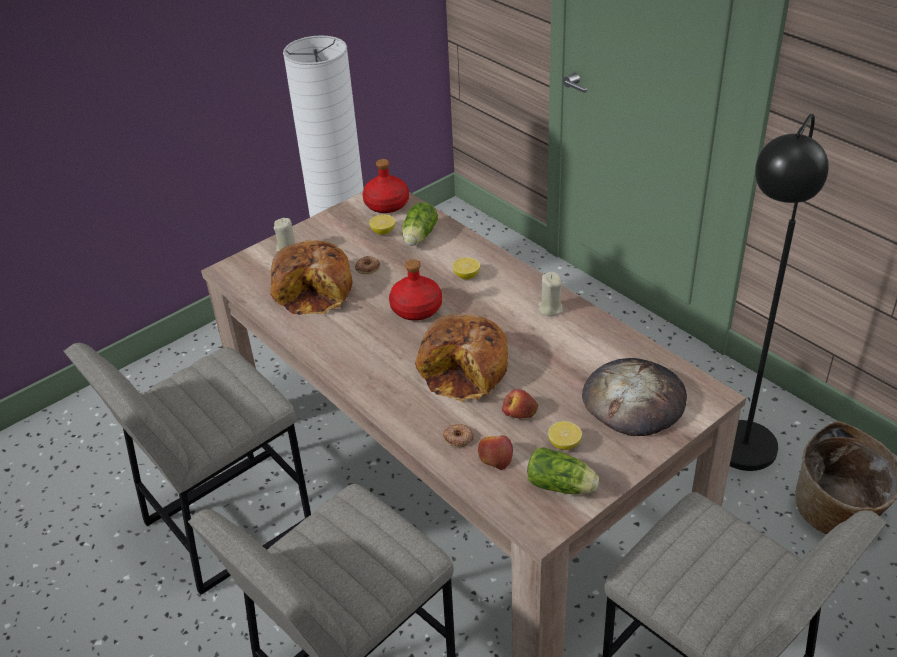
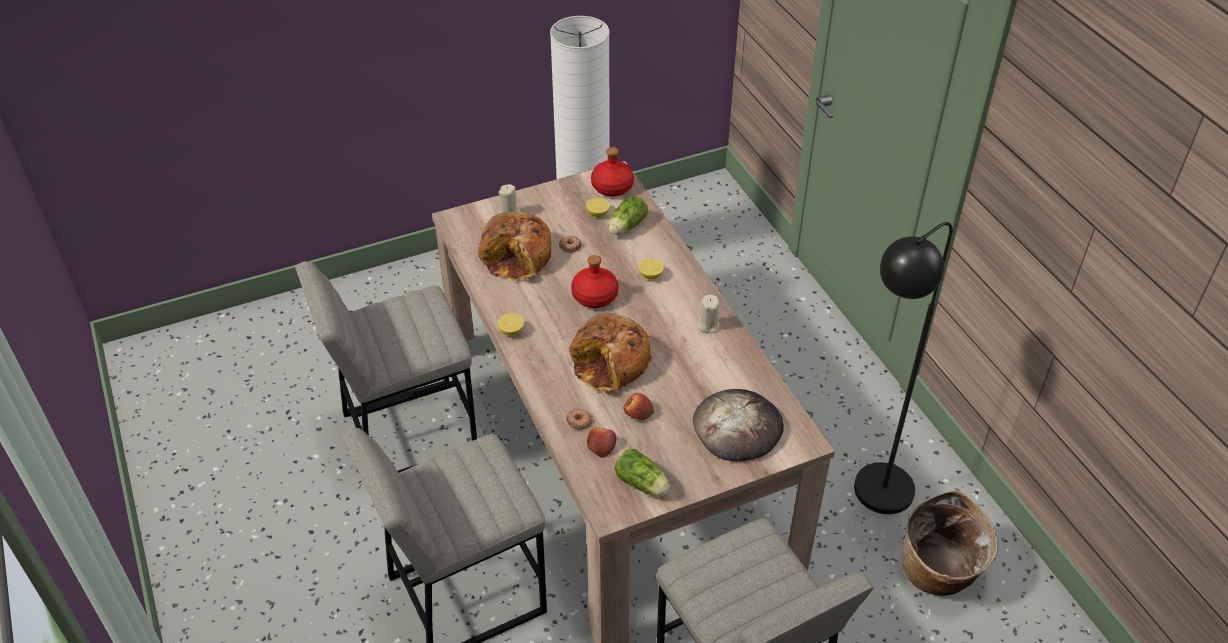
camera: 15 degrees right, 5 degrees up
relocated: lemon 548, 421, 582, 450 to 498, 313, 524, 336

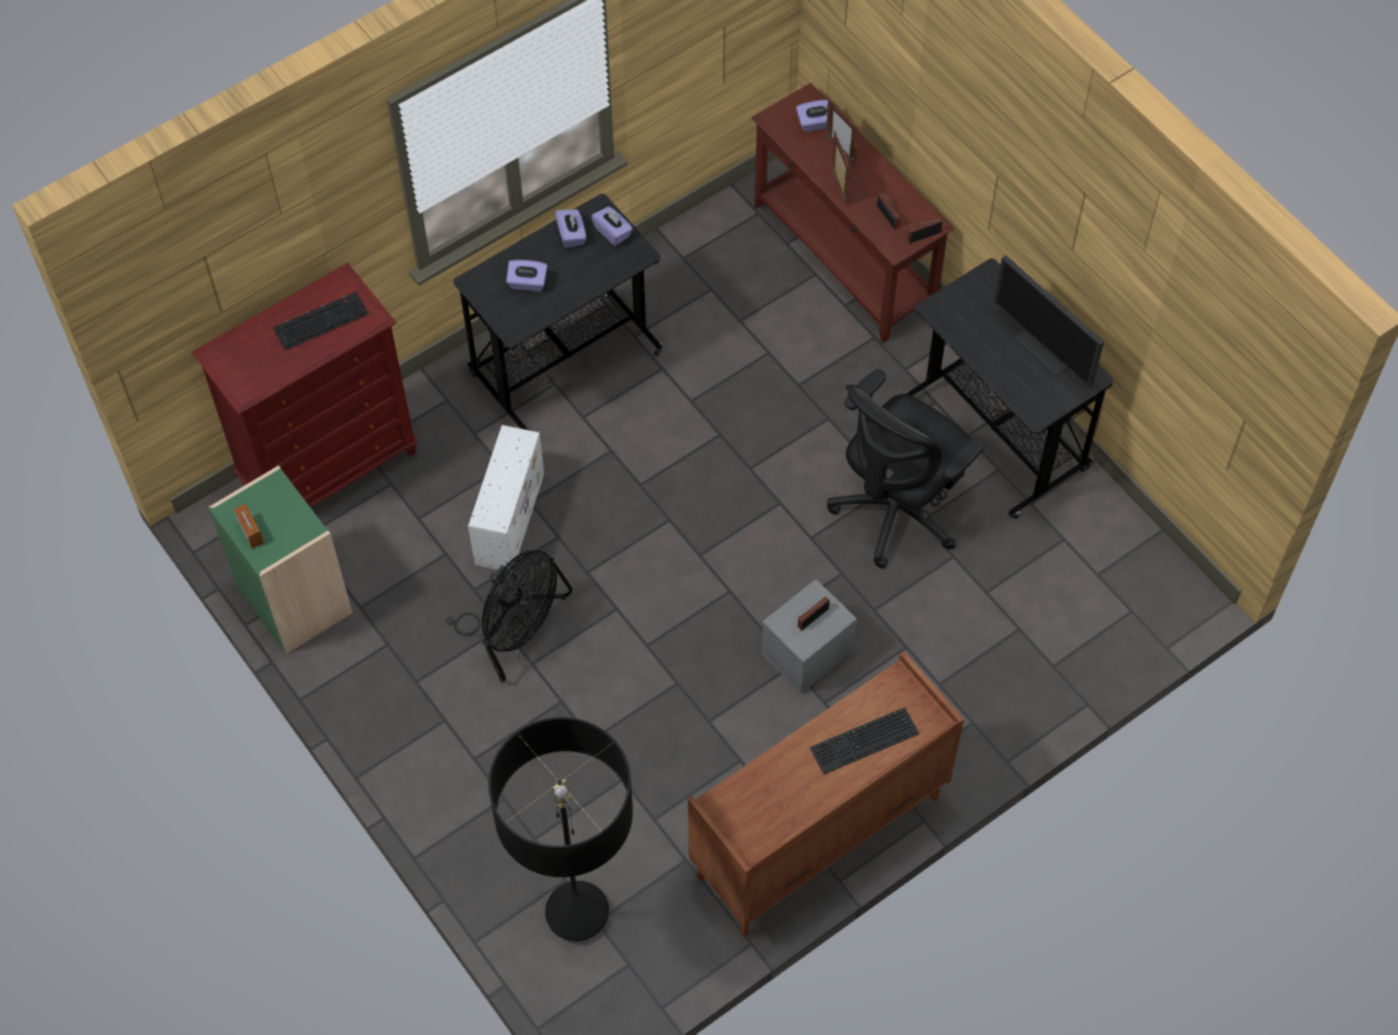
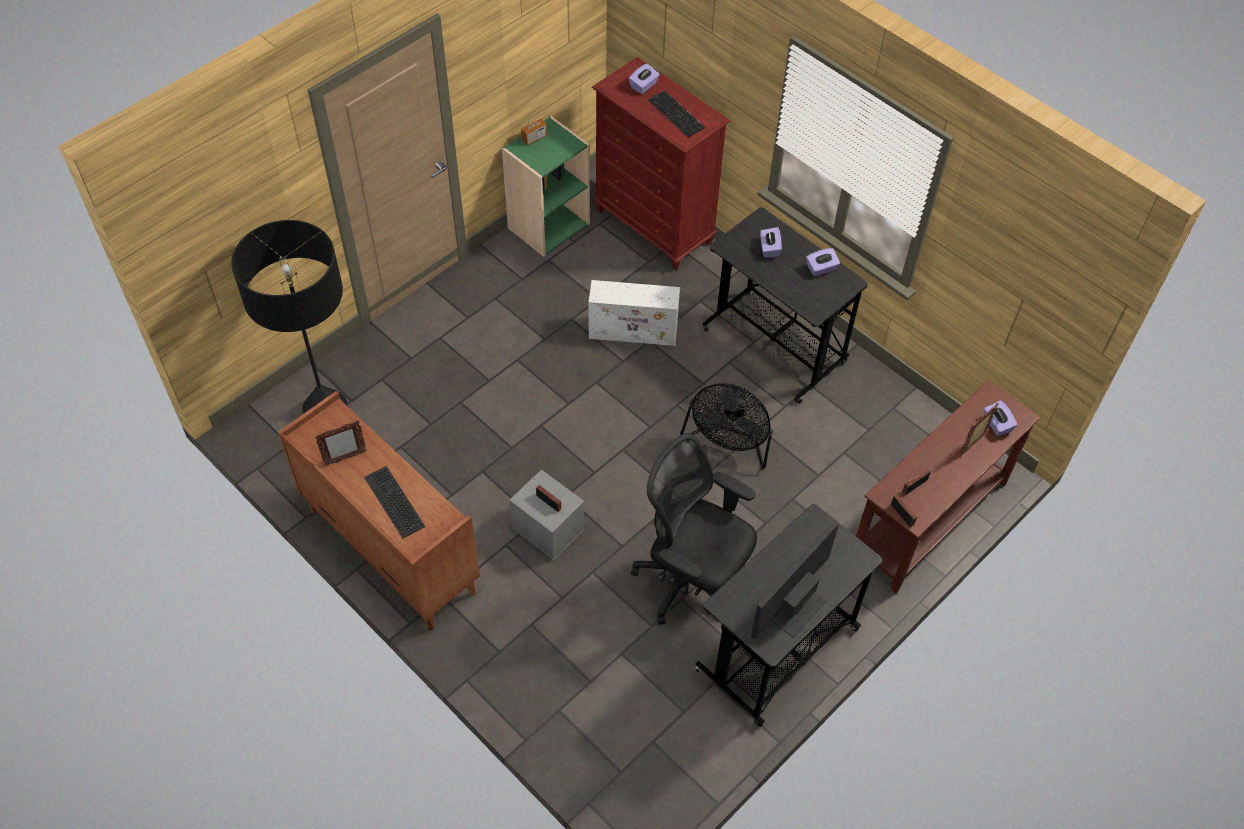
camera: 80 degrees right, 5 degrees down
relocated: photo frame 831, 131, 851, 205 to 315, 420, 367, 466; purple tissue box 591, 206, 633, 246 to 629, 64, 660, 94; black fan 446, 550, 572, 682 to 680, 383, 774, 469

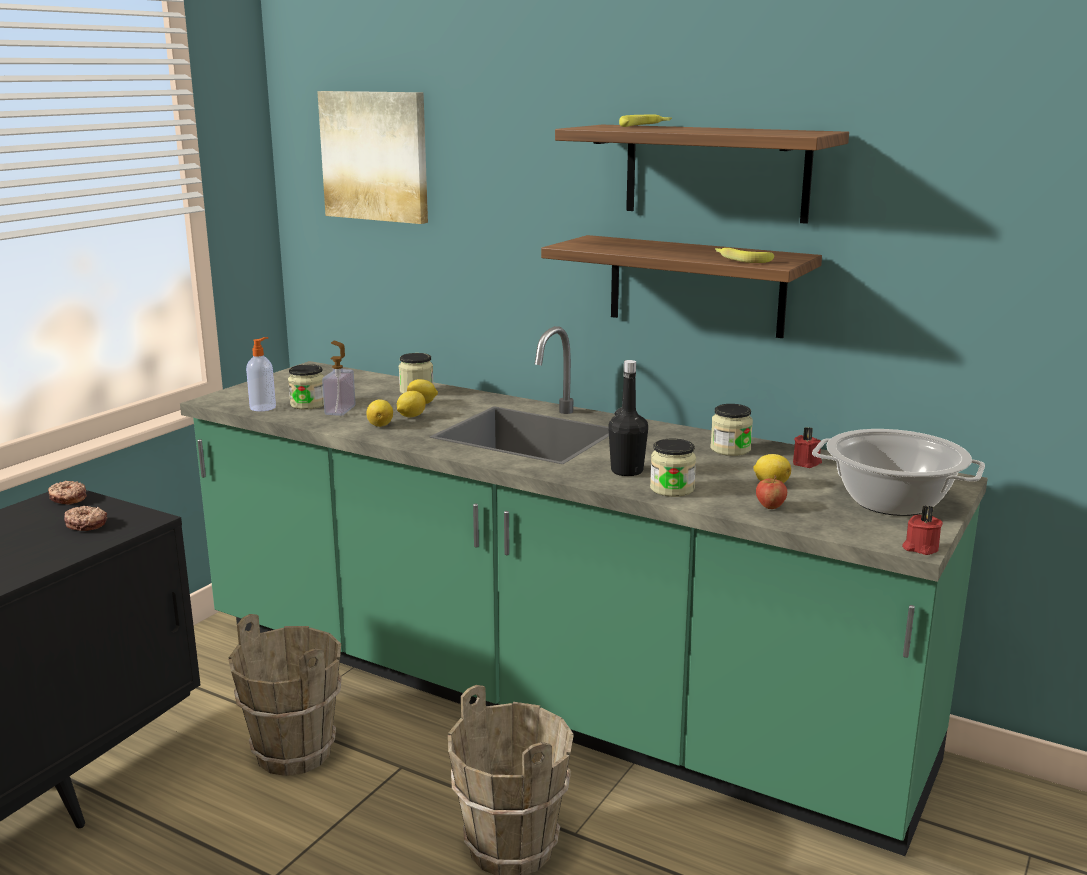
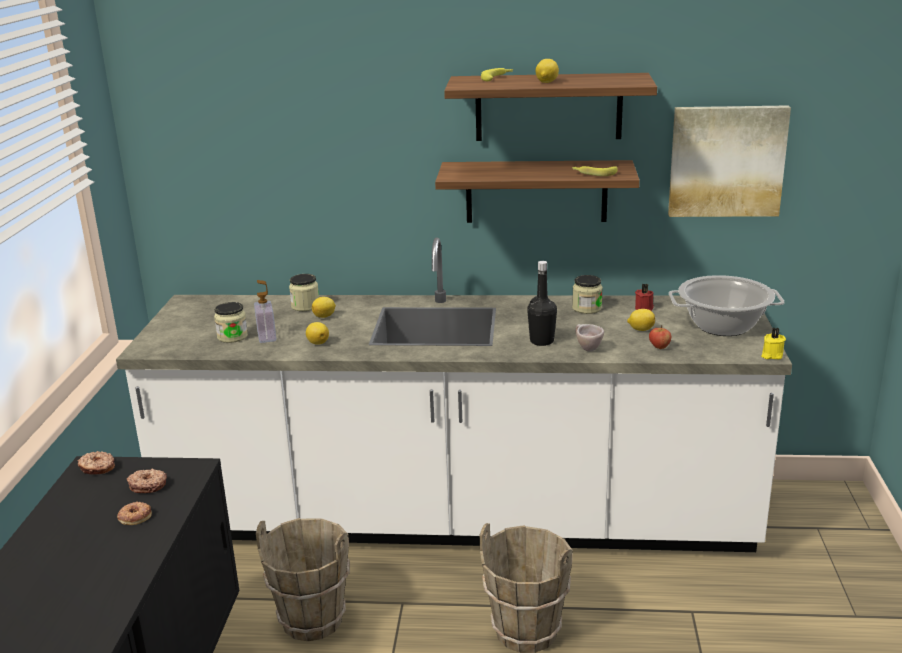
camera: 25 degrees left, 5 degrees up
missing: soap dispenser 246, 337, 276, 411
appeared: doughnut 117, 501, 152, 525
relocated: picture 317, 91, 428, 224 to 668, 105, 791, 217; lemon 397, 391, 426, 417 to 535, 59, 559, 83
exchanged: jar 650, 439, 696, 497 to beige drinking cup 575, 324, 604, 352
colour: green counter 180, 326, 988, 856 to whitish counter 116, 237, 792, 552; red wax candle 902, 505, 943, 555 to yellow-coloured wax candle 761, 328, 786, 359

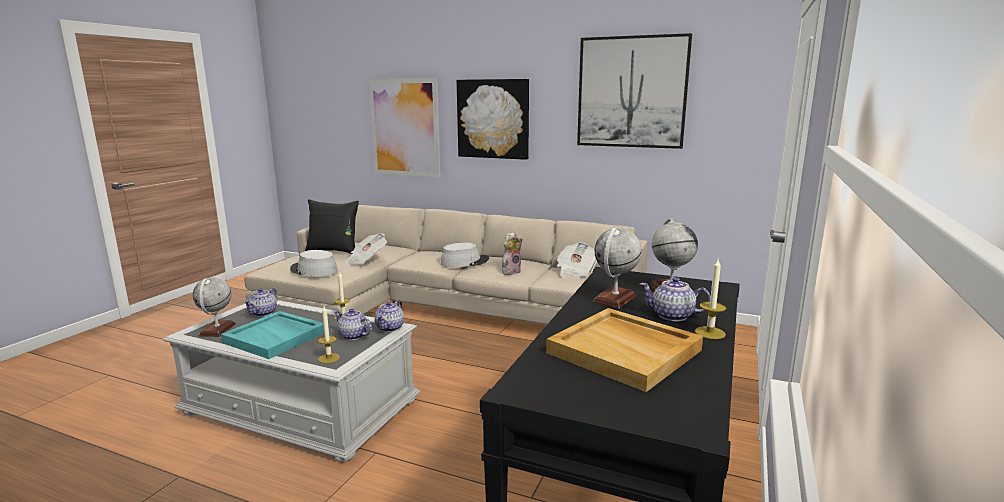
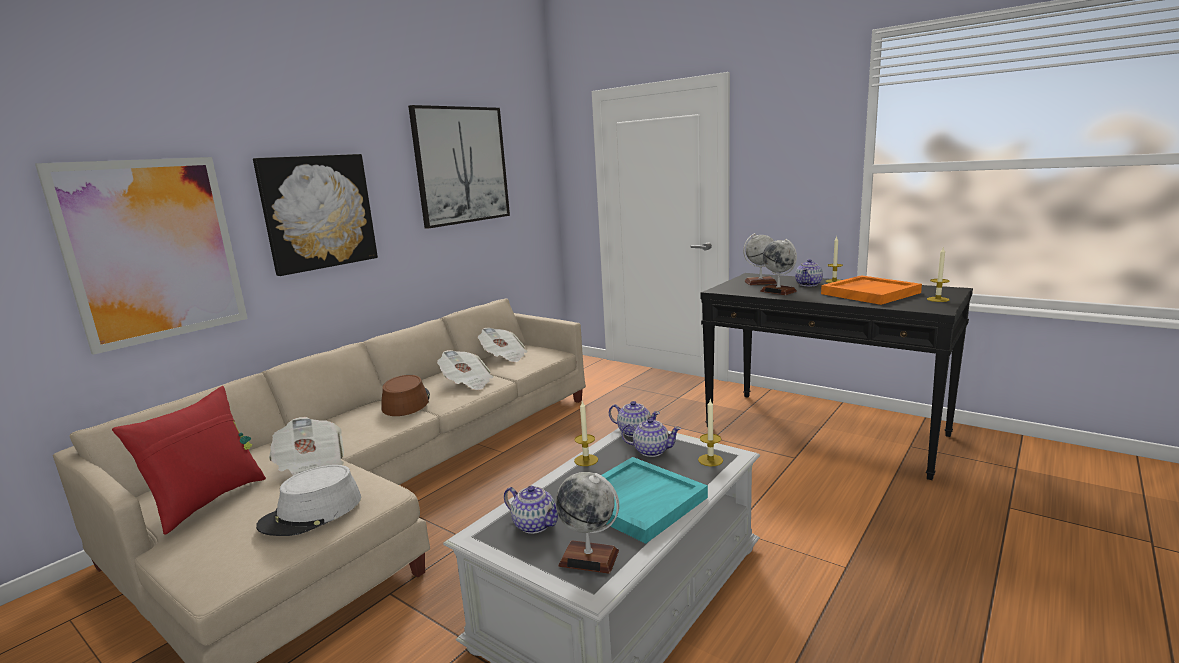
camera: 75 degrees left, 0 degrees up
appeared: wax candle 927, 247, 950, 302
exchanged: cuddly toy 502, 232, 522, 275 to newspaper 437, 350, 494, 390
colour: black throw pillow 305, 199, 359, 254 to red throw pillow 112, 386, 266, 535; greyish hat 441, 243, 489, 267 to brown hat 381, 375, 430, 416; beige serving tray 546, 308, 703, 392 to orange serving tray 821, 275, 922, 305
spun: tea pot 334, 309, 372, 340 = 621, 418, 681, 457 120 degrees counterclockwise

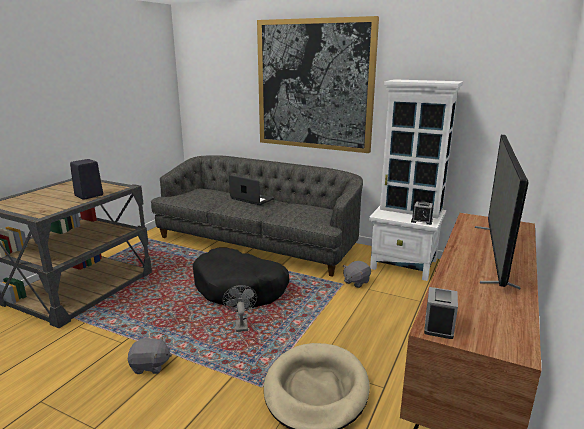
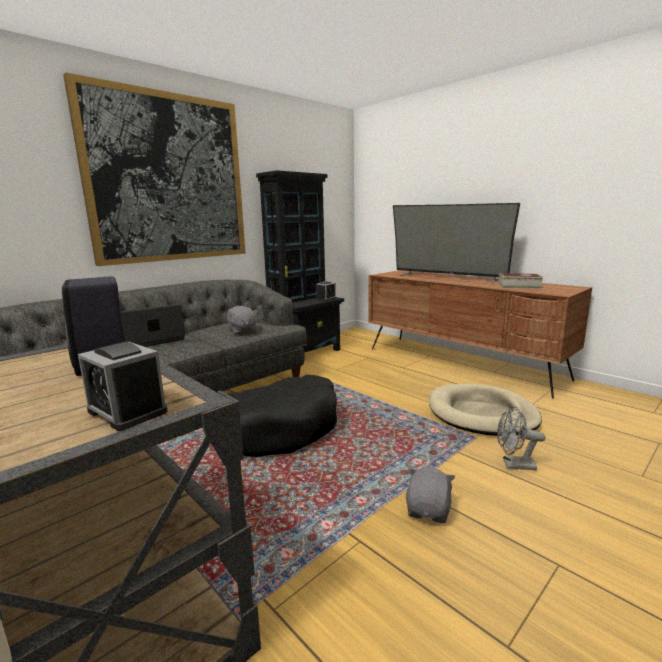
camera: 70 degrees left, 5 degrees down
appeared: book 498, 273, 544, 289
relocated: greyish cuddly toy 343, 261, 371, 288 to 227, 306, 258, 335; greyish fan 223, 285, 257, 332 to 497, 406, 546, 470; alarm clock 424, 287, 458, 339 to 78, 342, 168, 431
colour: whitish storage cabinet 369, 79, 463, 281 to black storage cabinet 256, 170, 344, 353

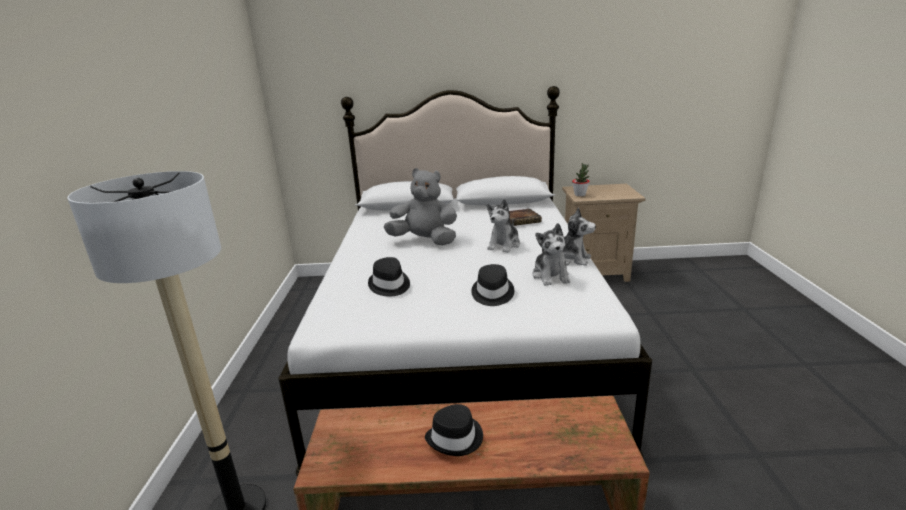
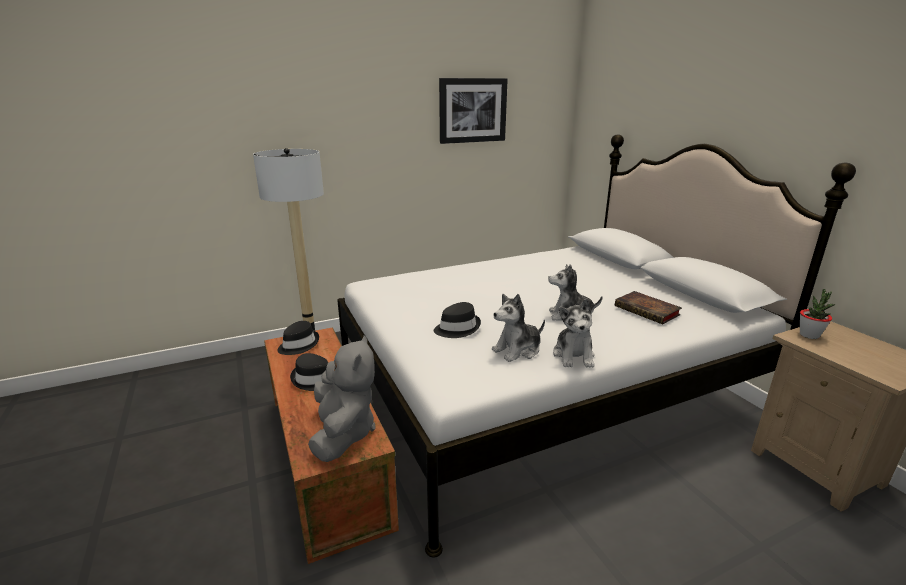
camera: 65 degrees right, 0 degrees up
appeared: picture 439, 78, 508, 144
relocated: greyish cuddly toy 384, 168, 457, 245 to 308, 335, 376, 462; black hat 368, 257, 410, 296 to 277, 321, 319, 355

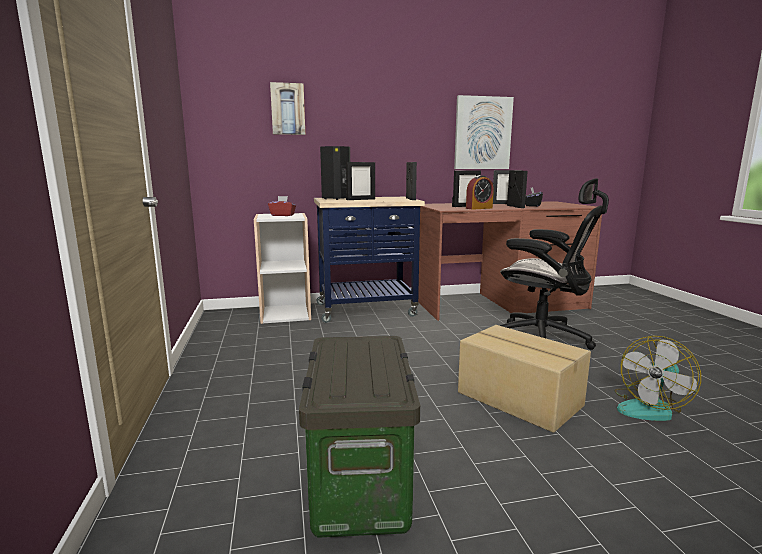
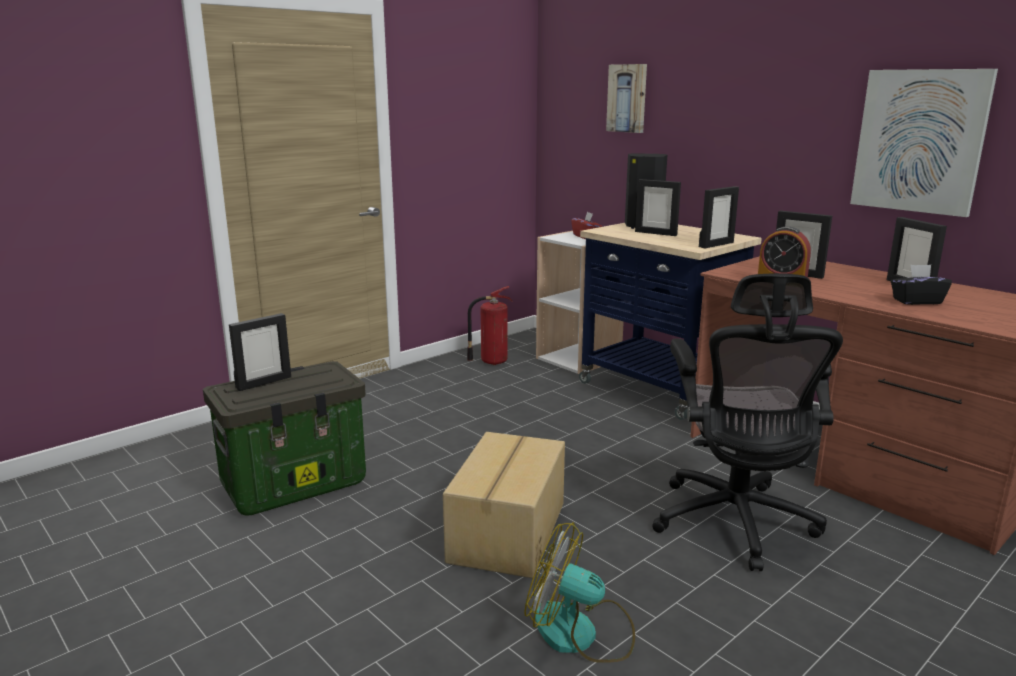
camera: 60 degrees right, 5 degrees up
appeared: fire extinguisher 467, 286, 513, 365
relocated: photo frame 507, 170, 528, 208 to 229, 313, 291, 391

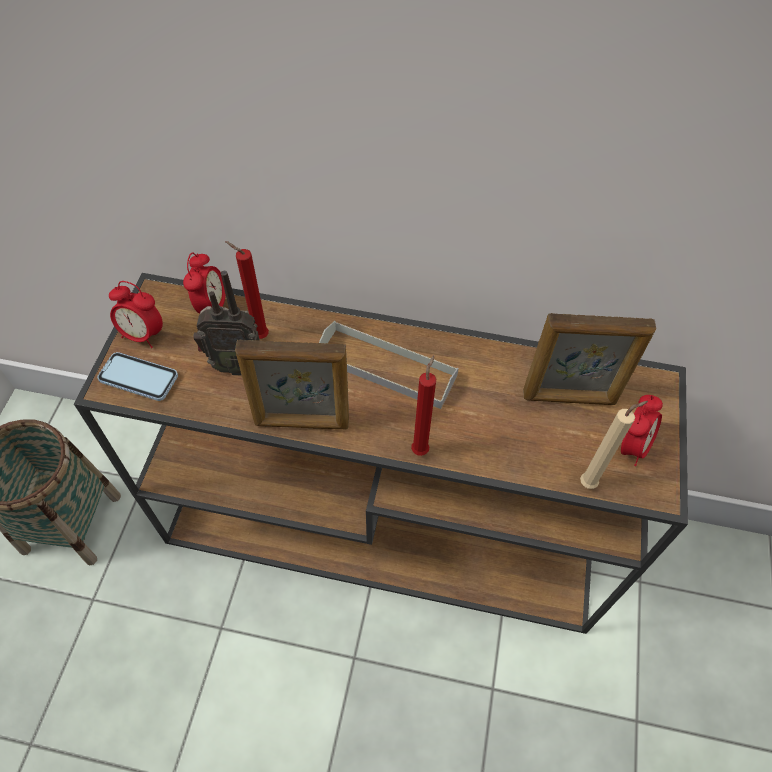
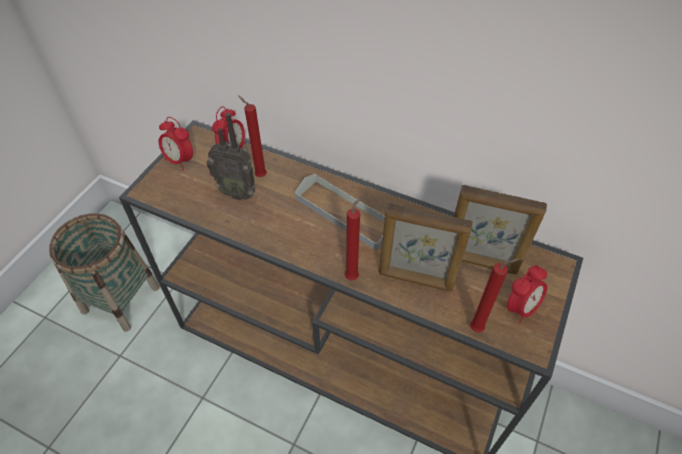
camera: 15 degrees right, 5 degrees down
missing: handset 97, 352, 178, 401
relocated: photo frame 235, 339, 349, 429 to 379, 203, 473, 292
colour: beige wax candle 580, 401, 648, 489 to red wax candle 470, 259, 519, 332

